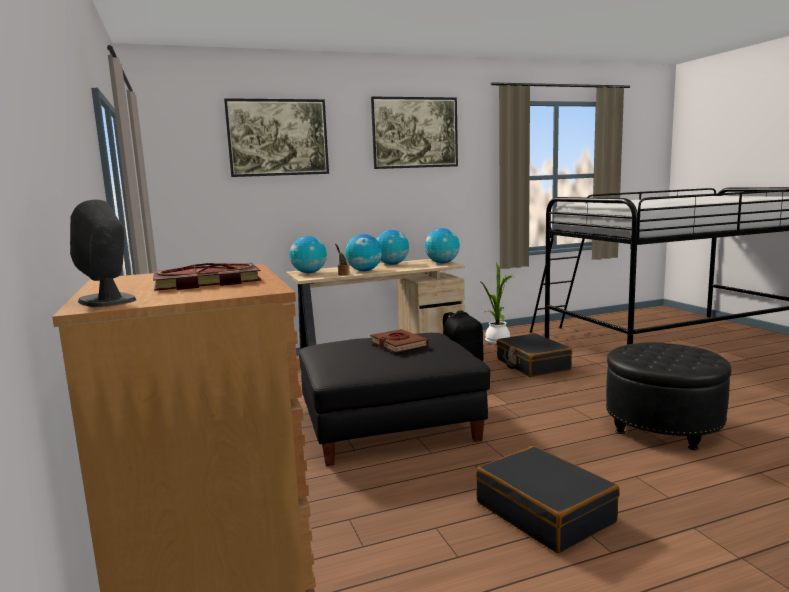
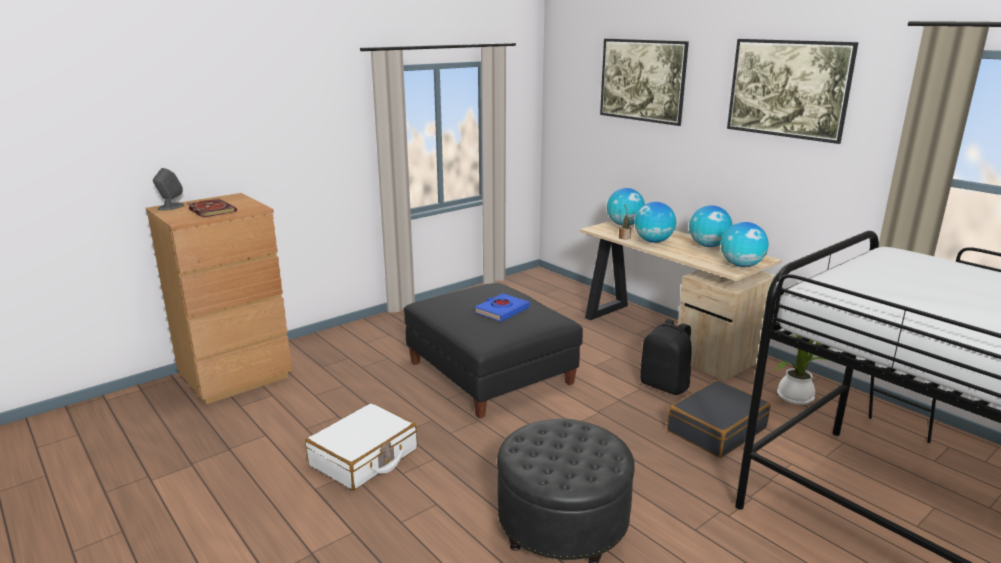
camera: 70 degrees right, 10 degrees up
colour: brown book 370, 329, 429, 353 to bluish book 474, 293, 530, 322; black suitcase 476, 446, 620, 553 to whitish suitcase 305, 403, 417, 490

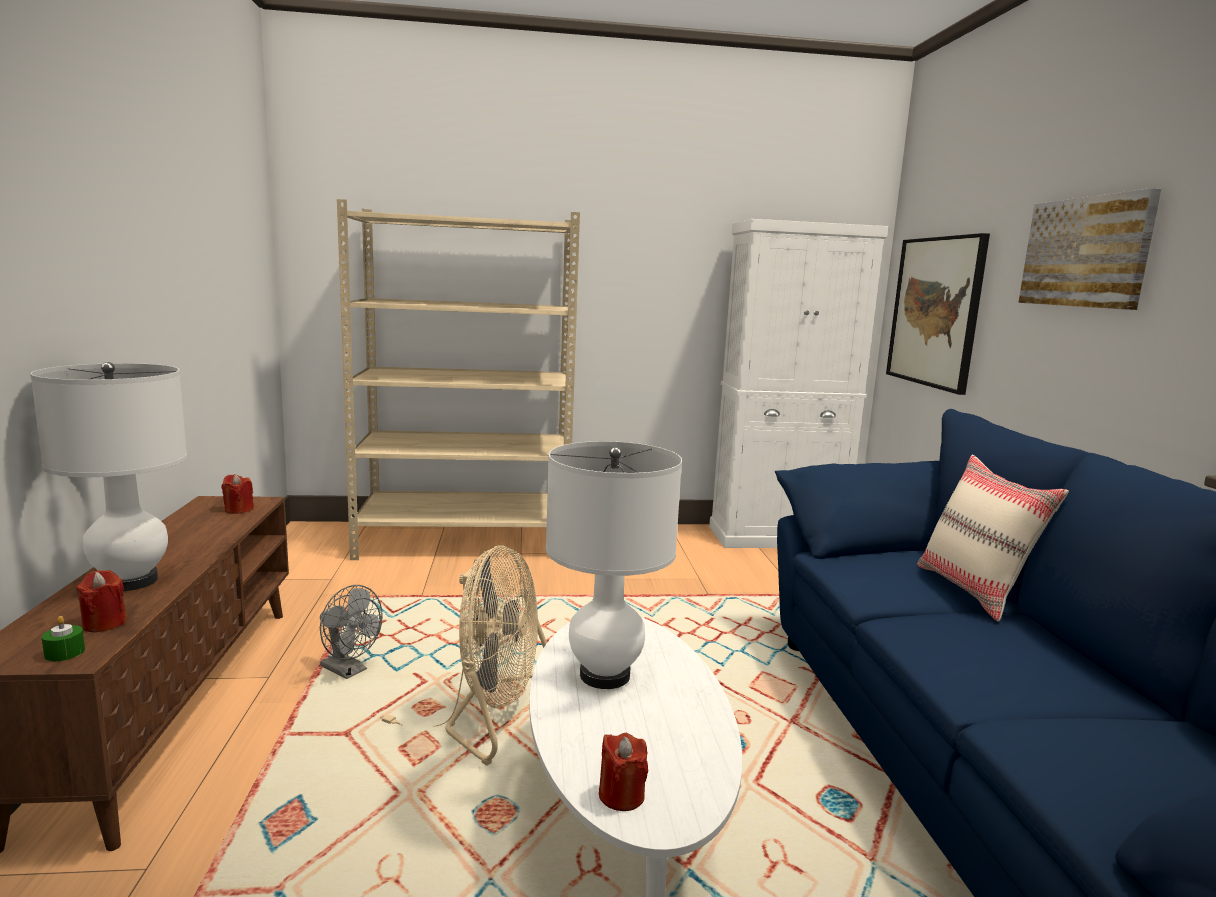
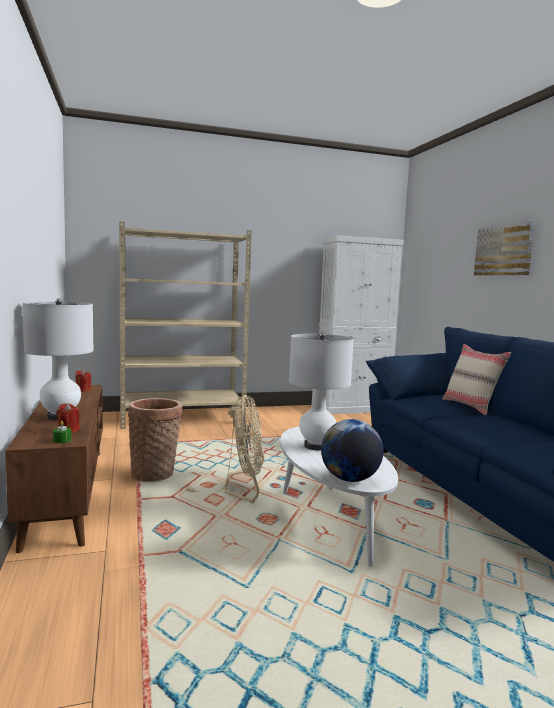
camera: 10 degrees left, 5 degrees down
missing: picture 886, 233, 990, 395
exchanged: greyish fan 320, 585, 382, 679 to household basket 128, 398, 182, 482; red wax candle 599, 733, 648, 811 to desk globe 321, 419, 384, 482

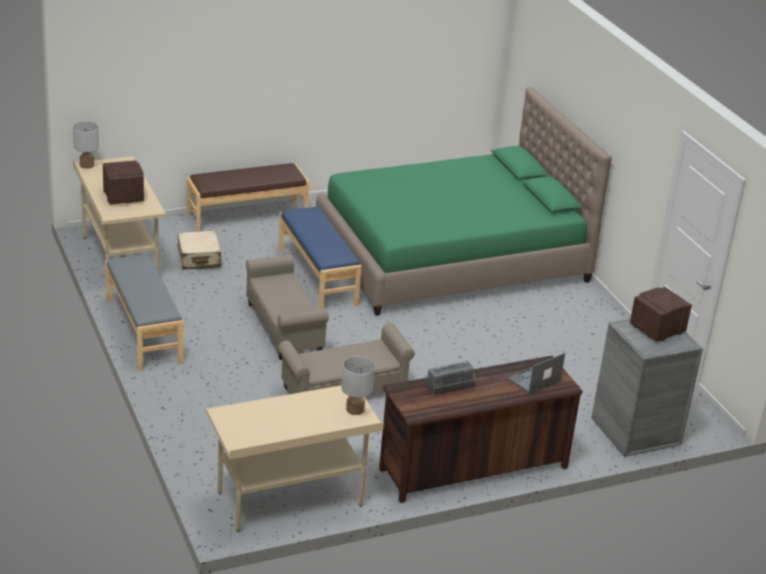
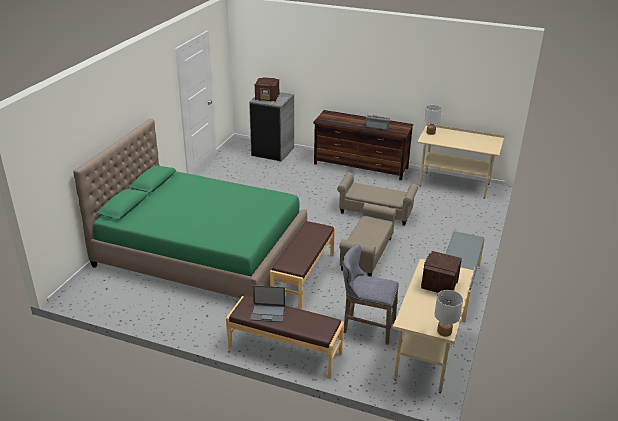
camera: 135 degrees left, 0 degrees up
relocated: laptop 507, 353, 565, 395 to 250, 285, 285, 322
exchanged: beige suitcase 177, 230, 221, 270 to greyish stool 343, 244, 399, 345
colour: bluish indoor bench 278, 207, 362, 309 to brown indoor bench 270, 221, 335, 309

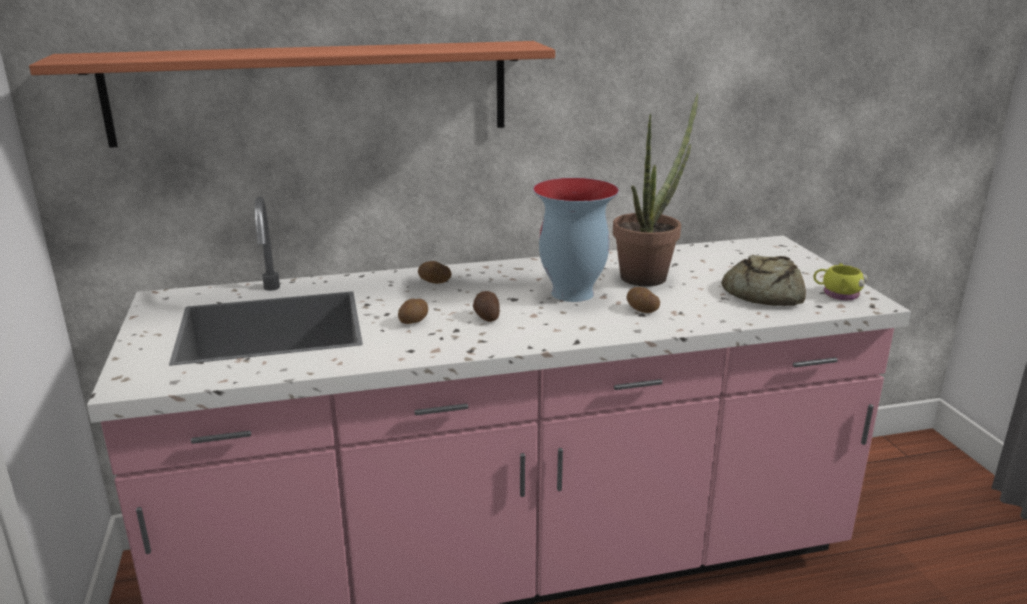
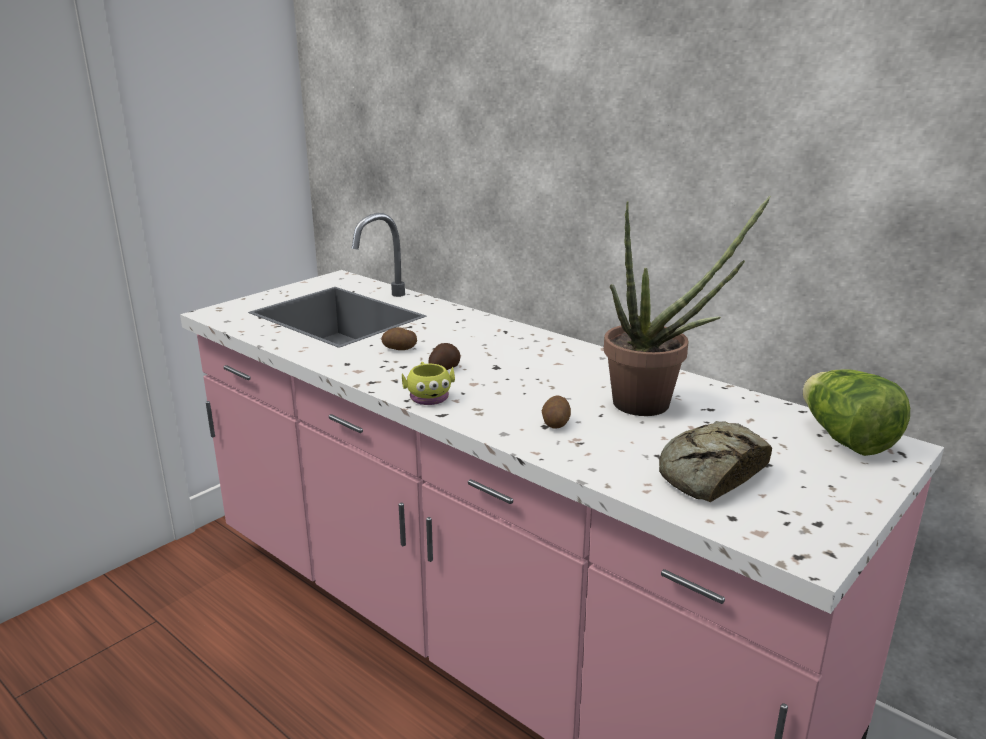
camera: 55 degrees right, 0 degrees up
missing: shelf 29, 41, 555, 148; decorative vase 533, 178, 619, 302; spud 418, 261, 451, 284
appeared: head of lettuce 803, 369, 910, 456
relocated: yellow-coloured mug 813, 263, 868, 300 to 402, 362, 455, 405

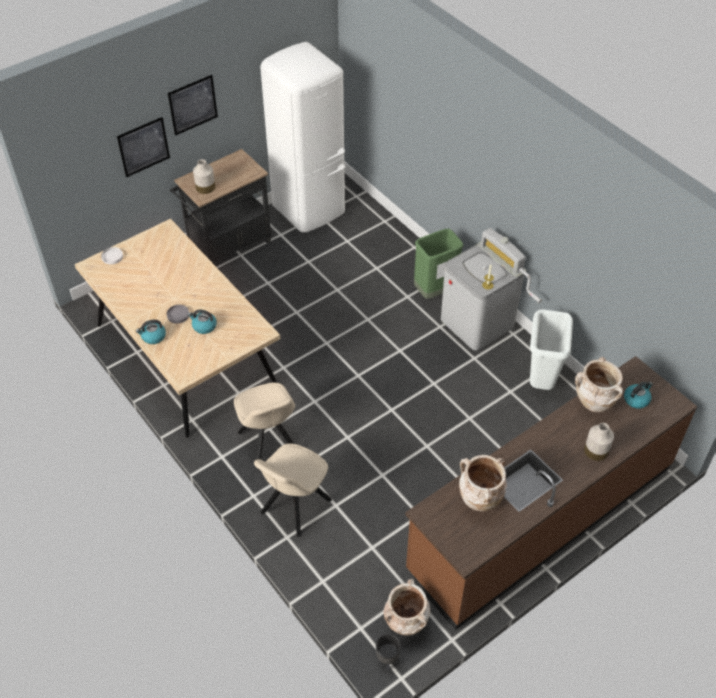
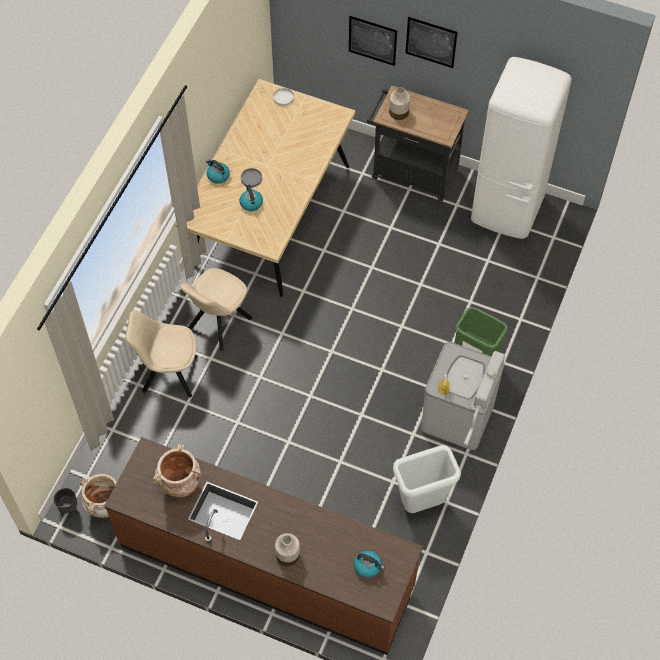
camera: 60 degrees right, 10 degrees up
missing: beige decorative vase 575, 357, 623, 412

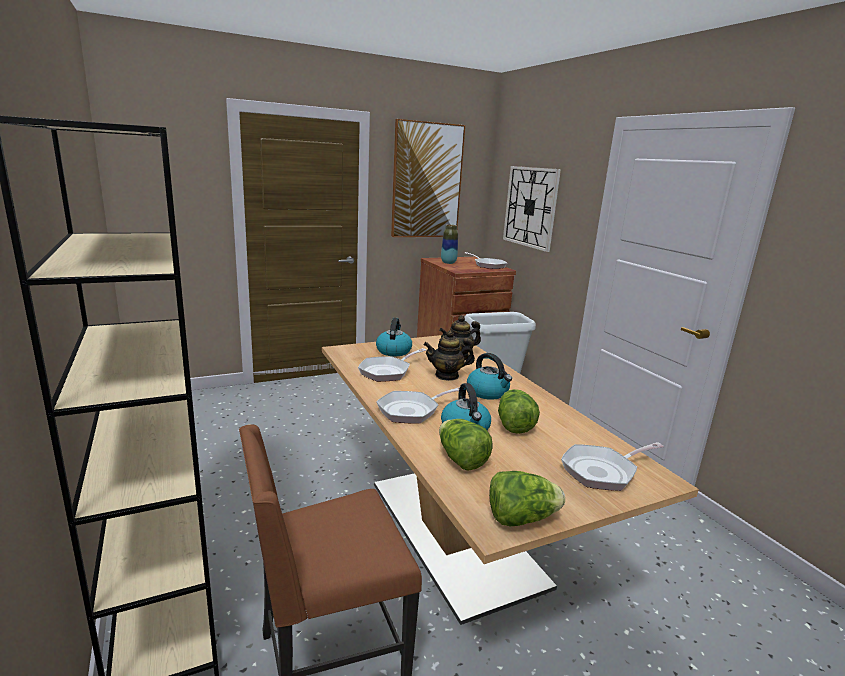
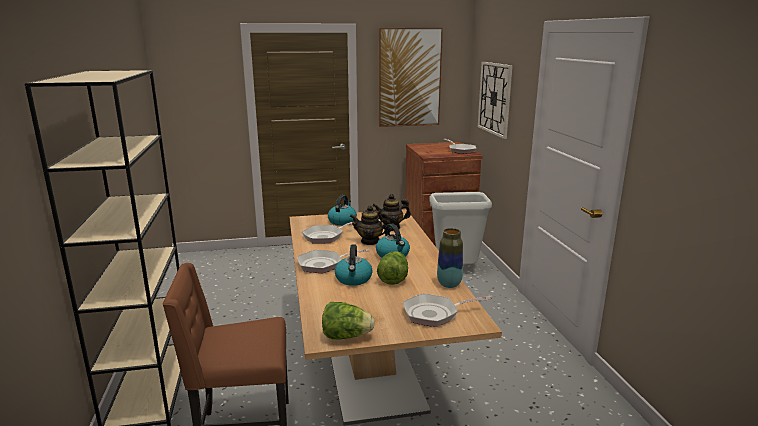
camera: 15 degrees right, 0 degrees up
missing: head of lettuce 439, 419, 493, 471
relocated: decorative vase 441, 224, 458, 264 to 437, 228, 463, 288

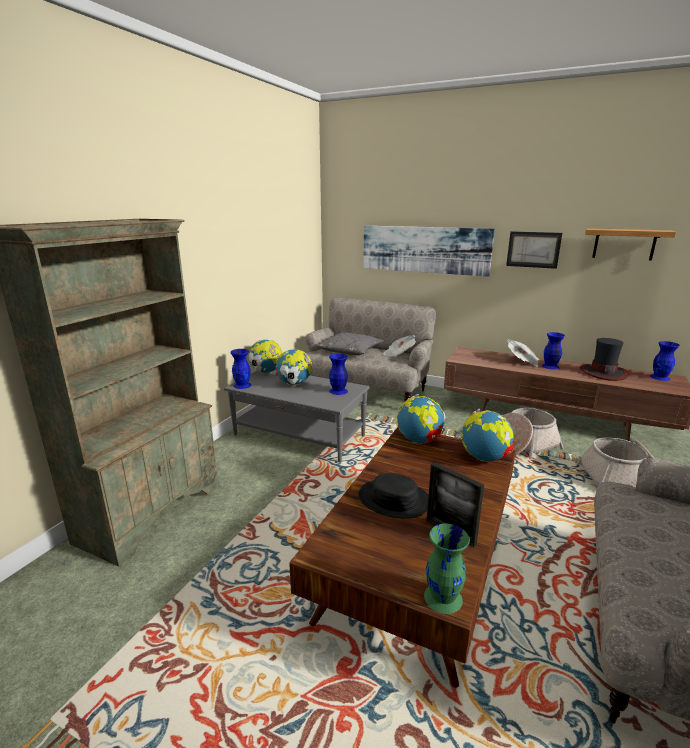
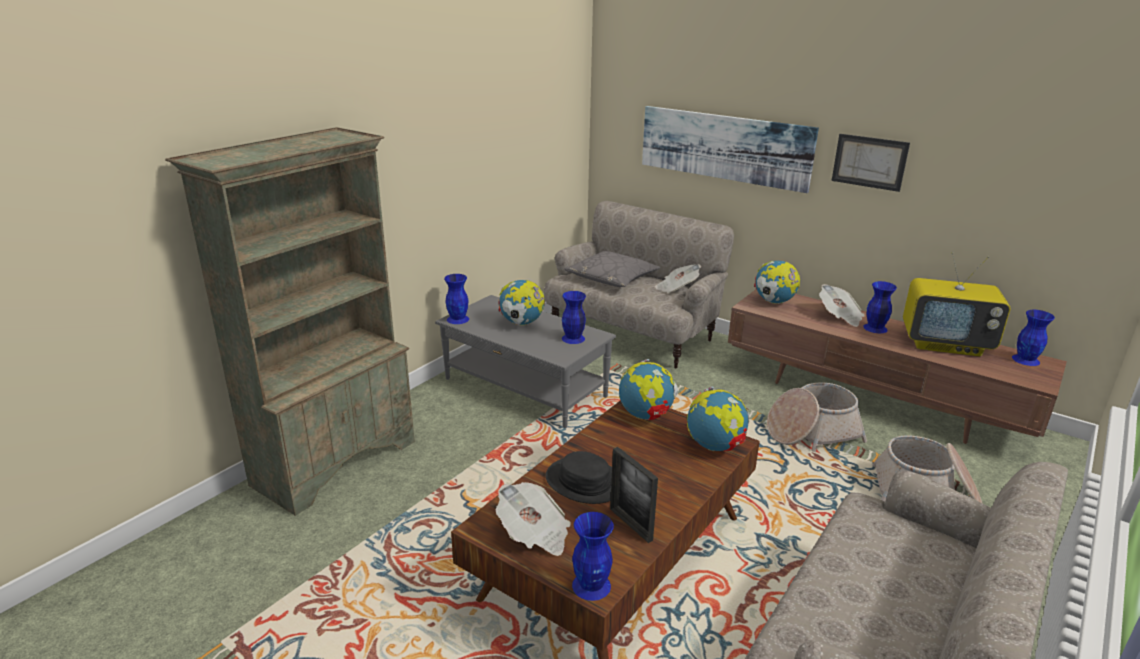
camera: 10 degrees right, 5 degrees up
missing: shelf 585, 228, 676, 261
appeared: newspaper 495, 482, 571, 556
relocated: desk globe 249, 340, 282, 373 to 754, 261, 800, 304
exchanged: hat 580, 338, 629, 381 to TV 903, 252, 1010, 356
colour: green decorative vase 424, 524, 470, 614 to bluish decorative vase 572, 512, 614, 601

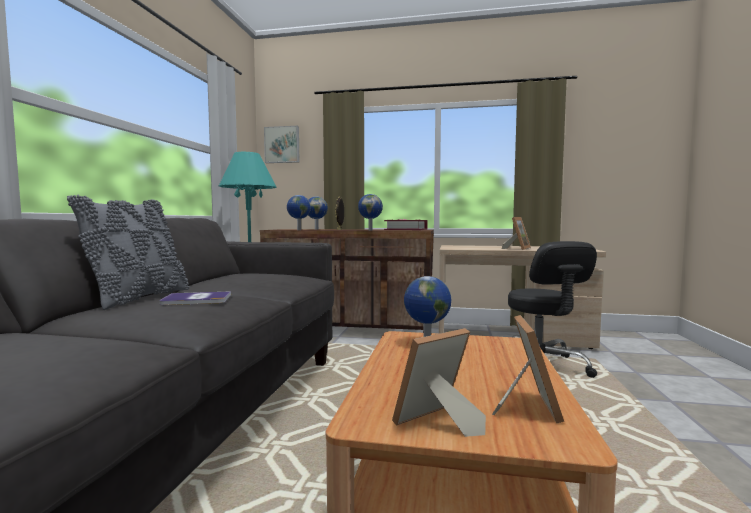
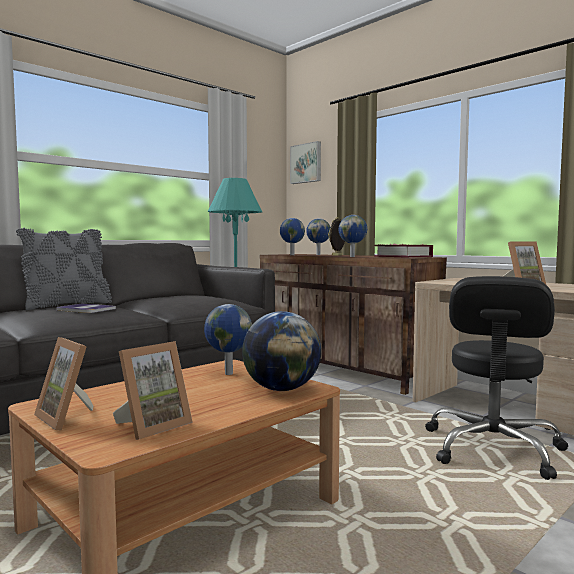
camera: 35 degrees right, 0 degrees up
appeared: desk globe 242, 311, 321, 391
spun: photo frame 392, 328, 486, 437 = 34, 337, 94, 431 135 degrees counterclockwise

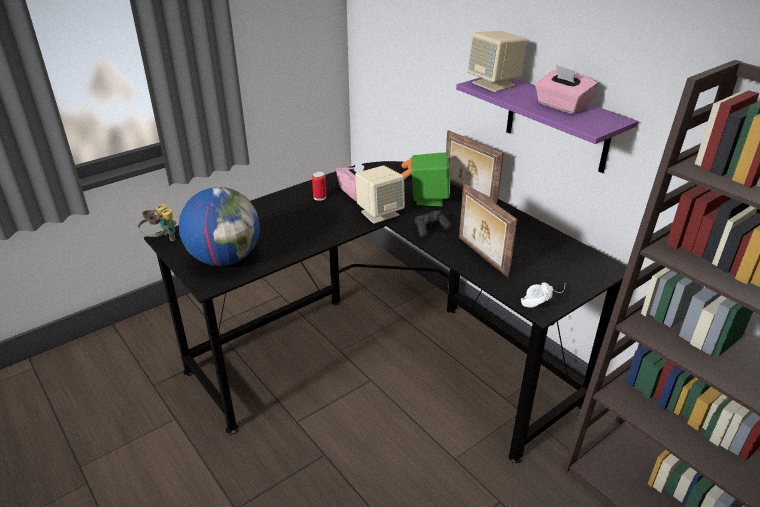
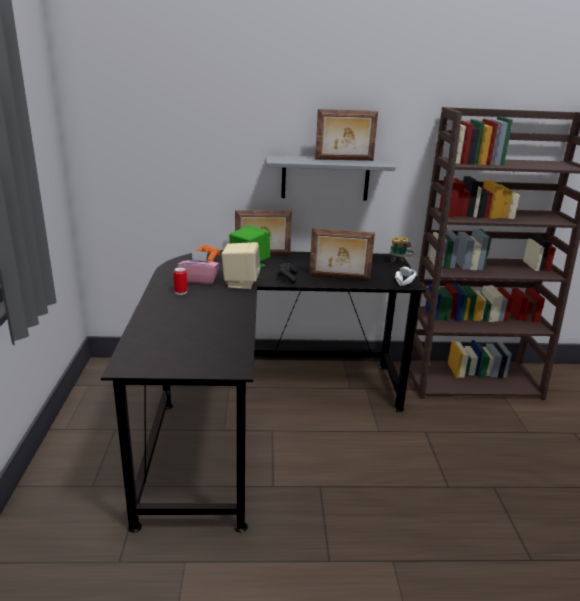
camera: 55 degrees left, 10 degrees down
missing: beige audio speaker 467, 31, 528, 92; desk globe 179, 187, 260, 266
relocated: field glasses 138, 204, 176, 241 to 390, 237, 414, 262
exchanged: pinkish tissue box 535, 65, 598, 114 to photo frame 315, 109, 378, 161
colour: purple shelf 456, 78, 638, 173 to greyish shelf 266, 155, 396, 201

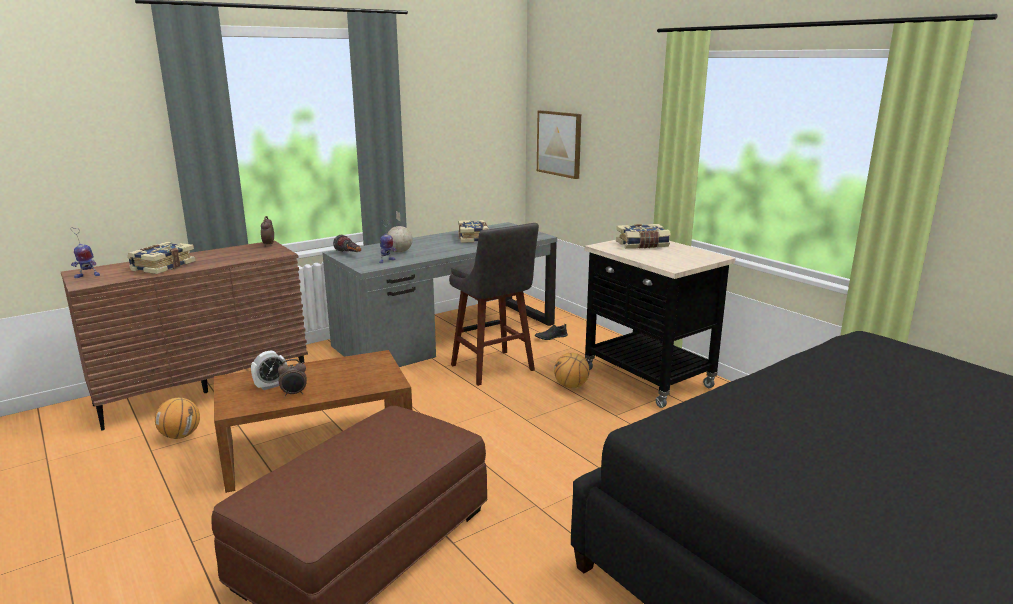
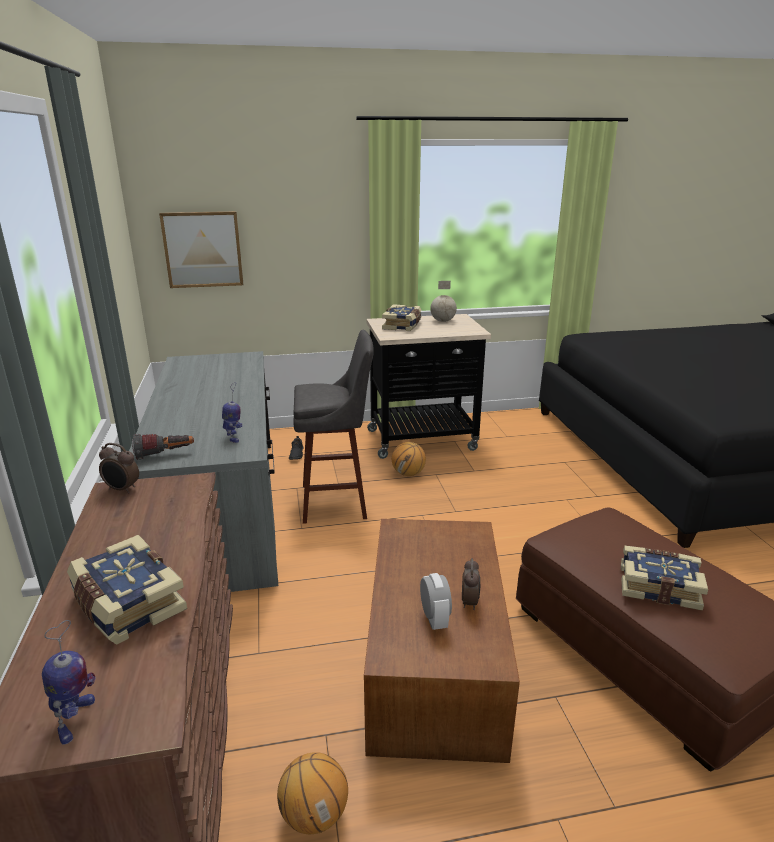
camera: 65 degrees left, 5 degrees up
relocated: desk globe 387, 211, 413, 252 to 430, 281, 457, 322; book 458, 220, 489, 243 to 621, 546, 708, 610

